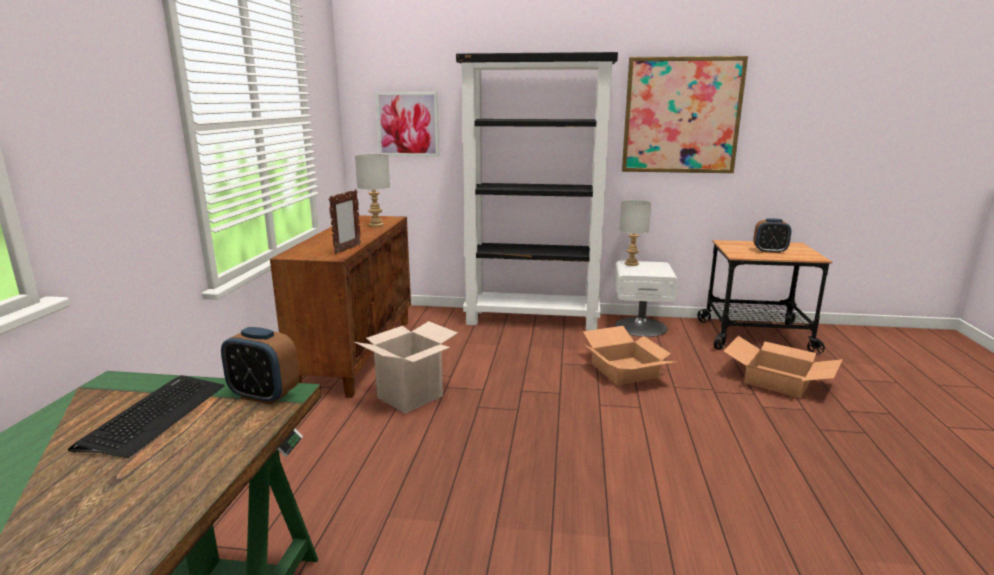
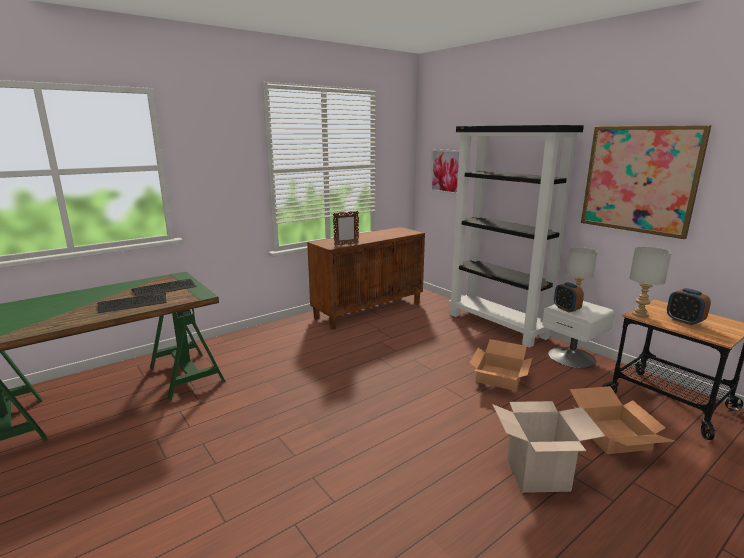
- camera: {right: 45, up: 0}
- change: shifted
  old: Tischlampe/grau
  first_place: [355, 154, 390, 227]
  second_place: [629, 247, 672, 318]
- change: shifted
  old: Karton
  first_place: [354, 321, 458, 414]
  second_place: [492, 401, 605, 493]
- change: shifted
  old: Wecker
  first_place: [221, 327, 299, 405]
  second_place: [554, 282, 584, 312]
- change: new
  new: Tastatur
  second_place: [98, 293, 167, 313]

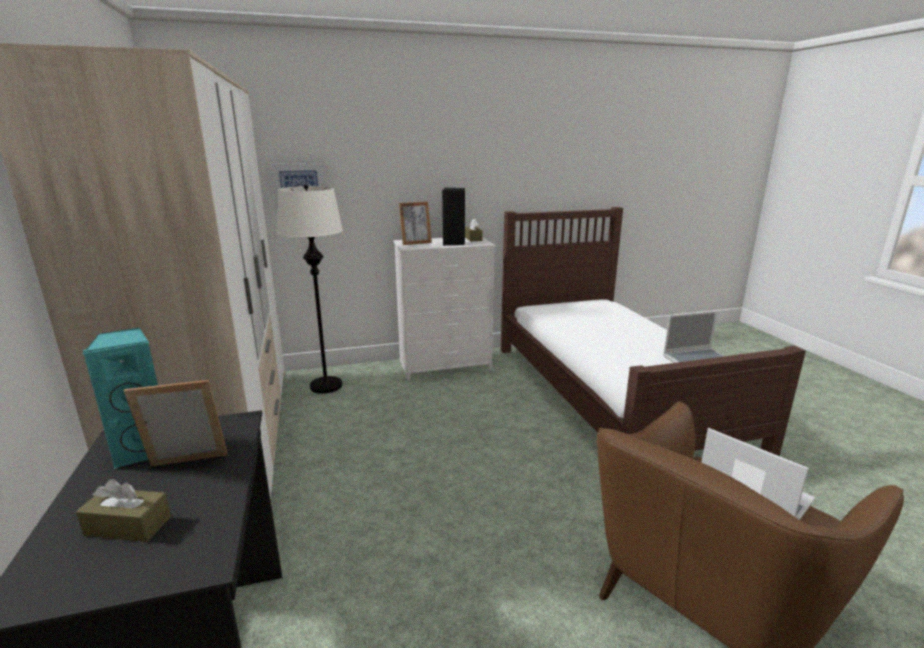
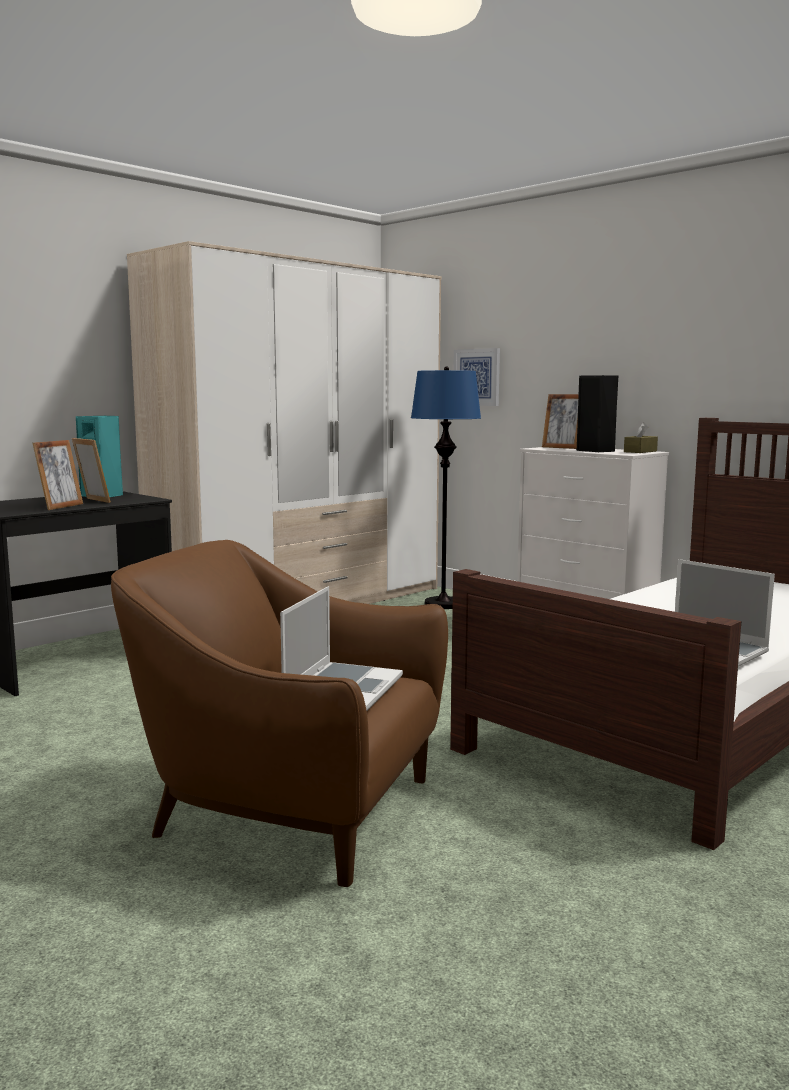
- camera: {right: 60, up: -10}
- change: repainted
  old: Stehlampe/weiß
  new: Stehlampe/blau
  first_place: [277, 184, 343, 394]
  second_place: [411, 367, 481, 609]
- change: gone
  old: Taschentuchbox/braun
  first_place: [76, 479, 171, 542]
- change: new
  new: Bilderrahmen
  second_place: [32, 440, 83, 510]

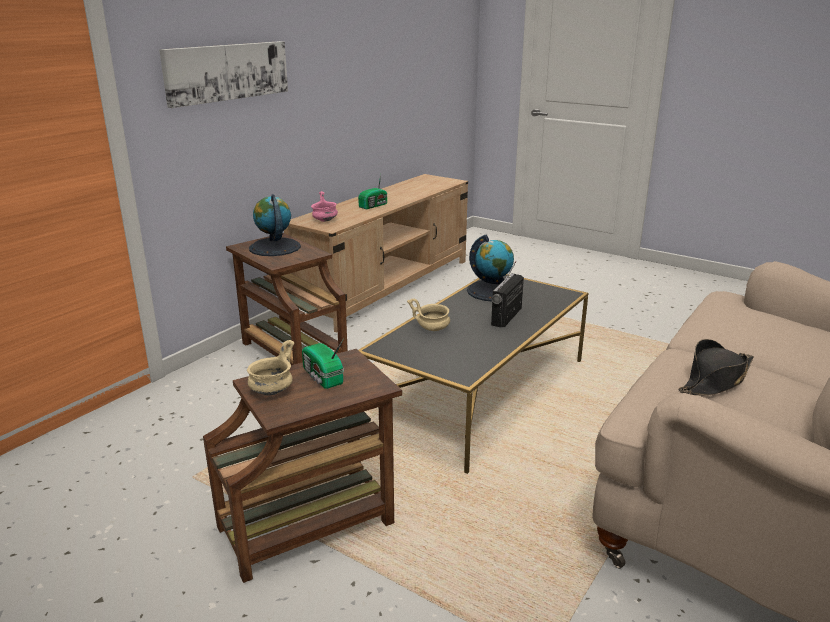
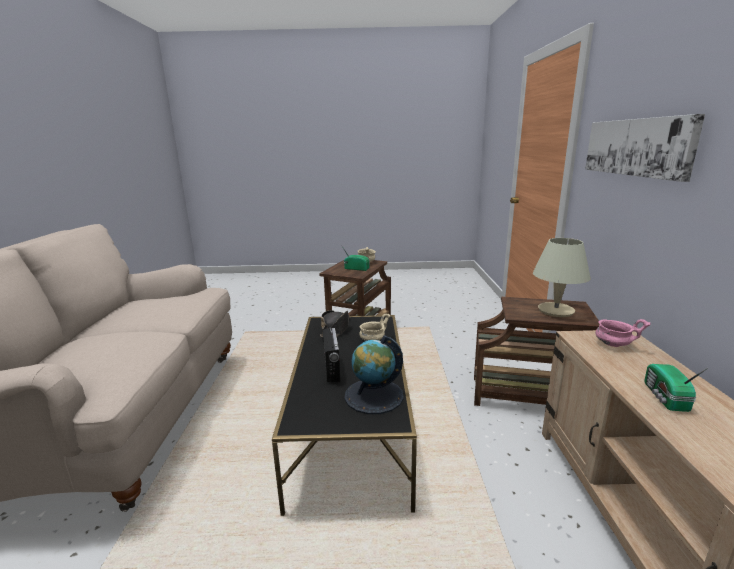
- camera: {right: 145, up: -5}
- change: swapped
  old: Globus
  new: Tischlampe/beige
  first_place: [249, 194, 301, 256]
  second_place: [533, 238, 591, 317]
- change: shifted
  old: Hut/schwarz
  first_place: [678, 339, 754, 396]
  second_place: [320, 310, 349, 337]

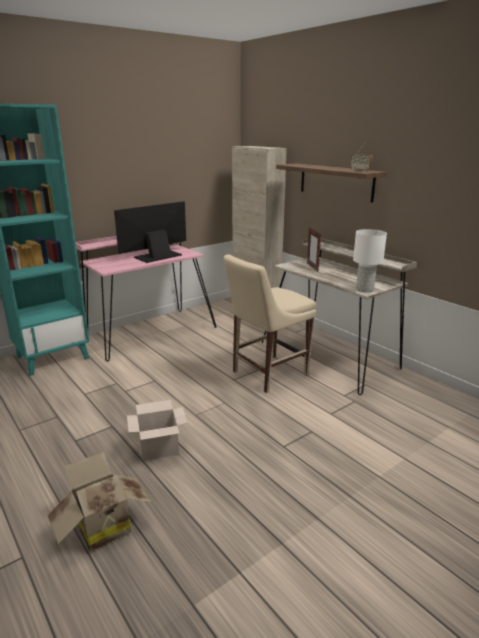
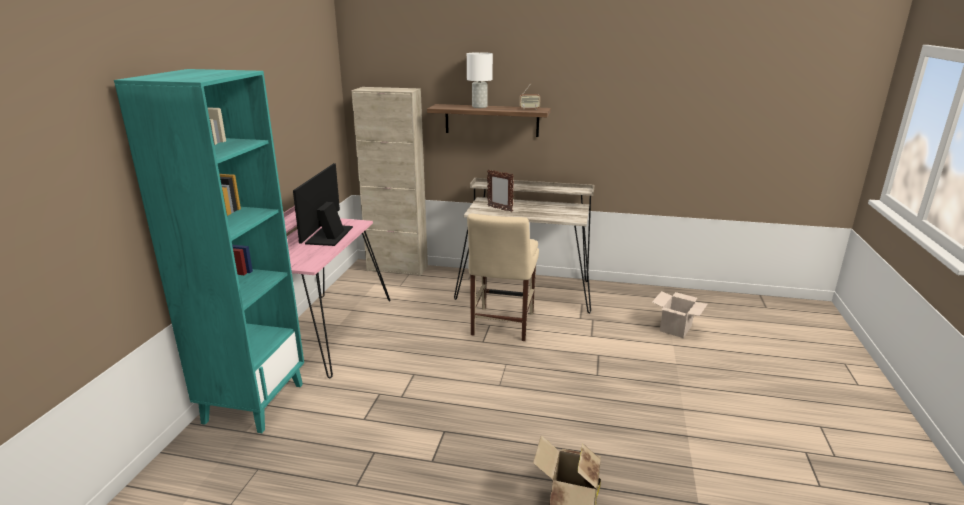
- camera: {right: -40, up: 0}
- change: shifted
  old: Tischlampe/weiß
  first_place: [353, 229, 387, 292]
  second_place: [467, 52, 493, 108]
- change: shifted
  old: Karton
  first_place: [127, 400, 187, 461]
  second_place: [652, 291, 707, 338]

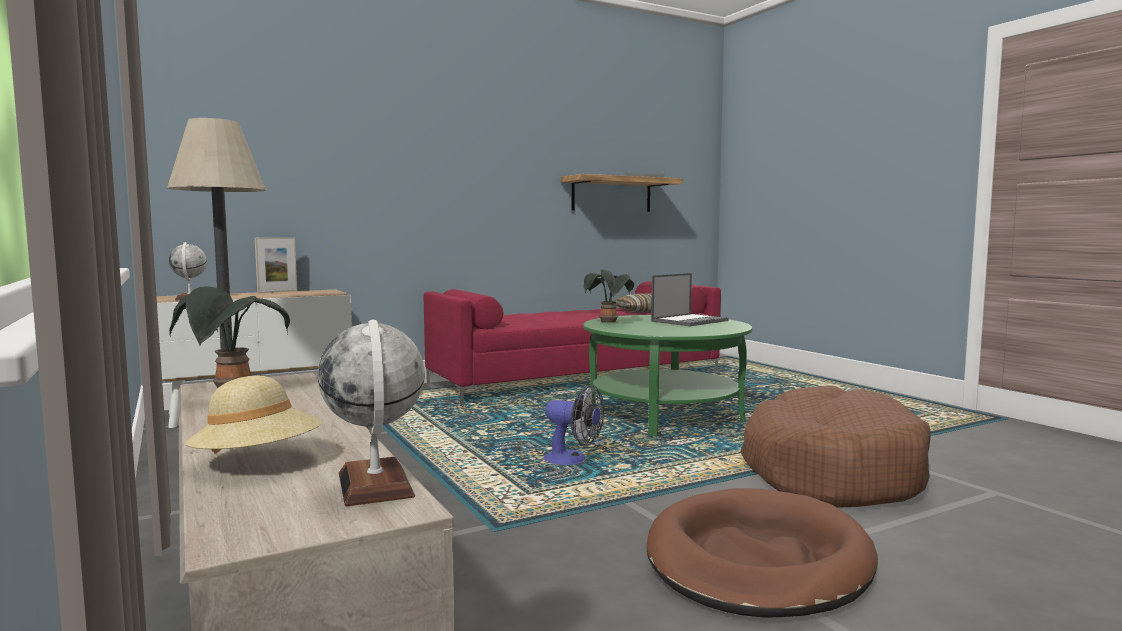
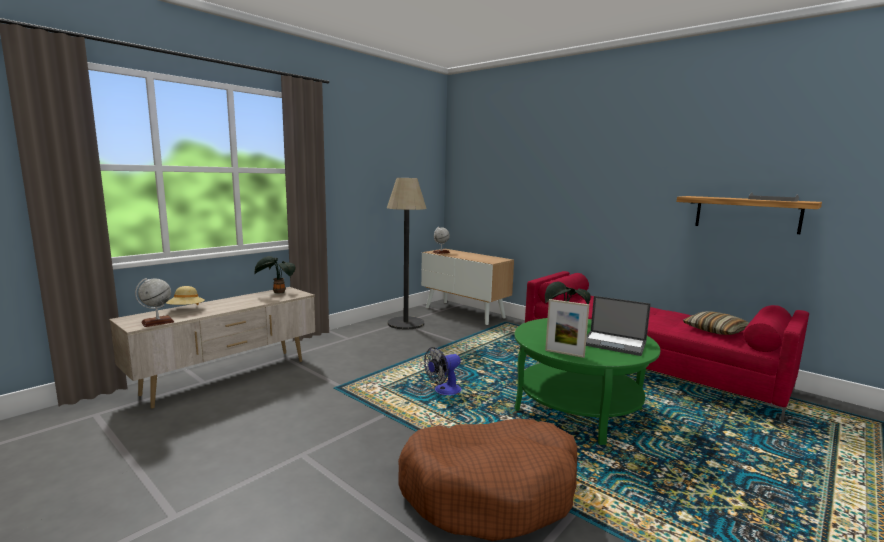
- camera: {right: 70, up: 5}
- change: shifted
  old: Bilderrahmen
  first_place: [255, 237, 297, 293]
  second_place: [545, 299, 589, 358]
- change: rotated
  old: Ventilator
  first_place: [543, 385, 604, 465]
  second_place: [424, 347, 461, 395]
  degrees: 45
- change: gone
  old: Hundebett/braun
  first_place: [646, 488, 878, 618]

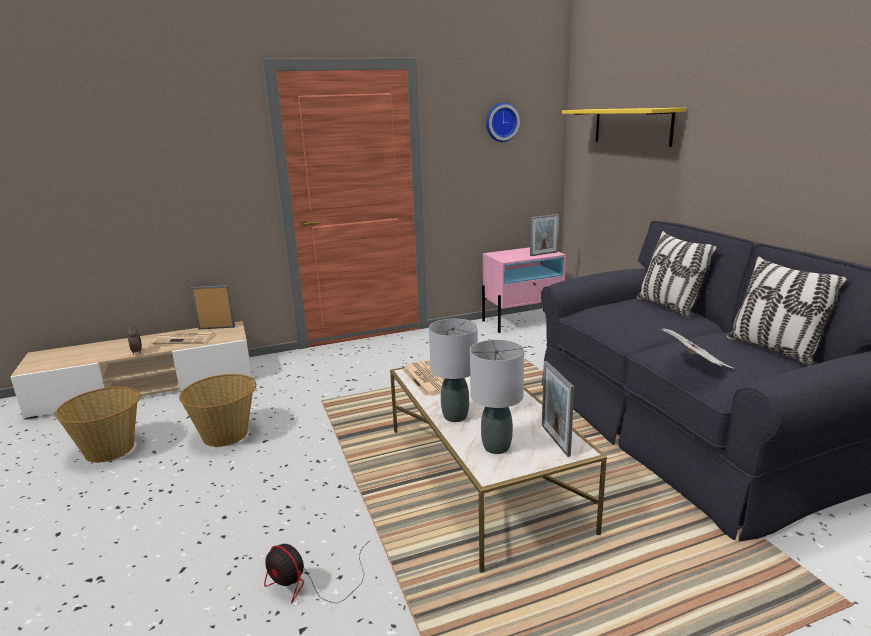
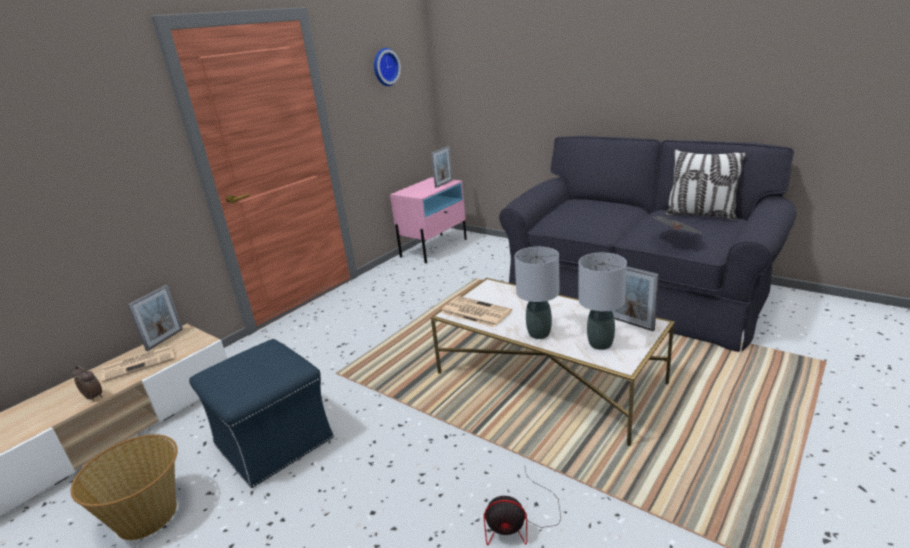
- camera: {right: -30, up: 5}
- change: gone
  old: Wandregal/gelb
  first_place: [562, 108, 686, 147]
- change: gone
  old: Kissen
  first_place: [637, 231, 718, 318]
- change: rotated
  old: Bilderrahmen
  first_place: [191, 285, 235, 330]
  second_place: [128, 285, 183, 351]
  degrees: 150
- change: swapped
  old: Korb
  new: Polsterhocker/blau
  first_place: [179, 374, 256, 447]
  second_place: [189, 339, 334, 488]

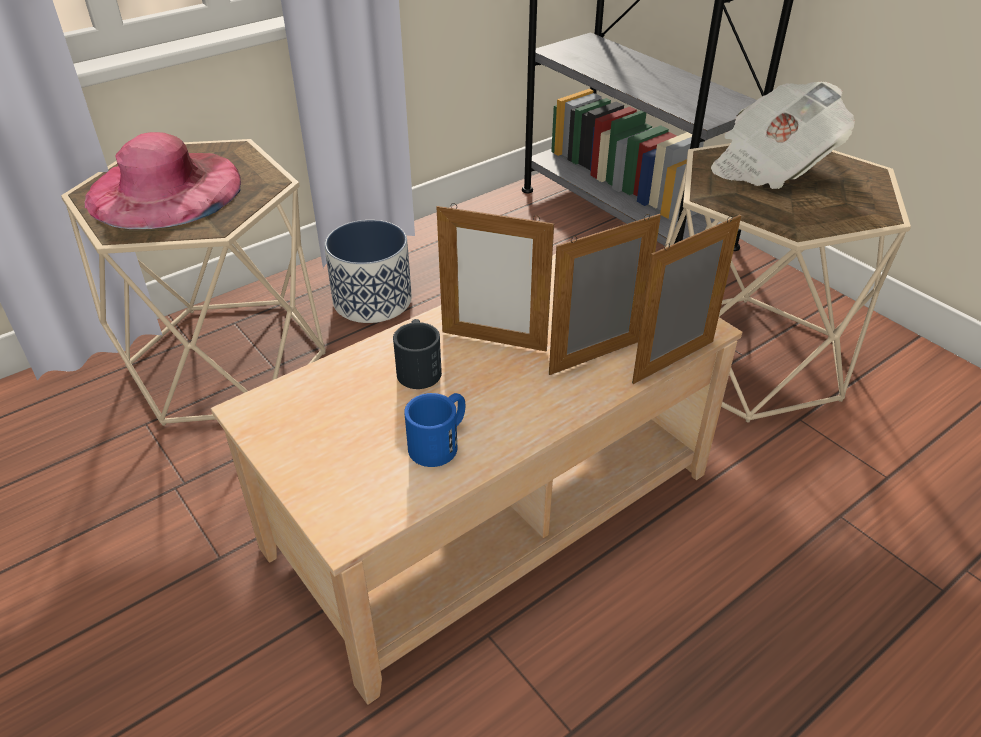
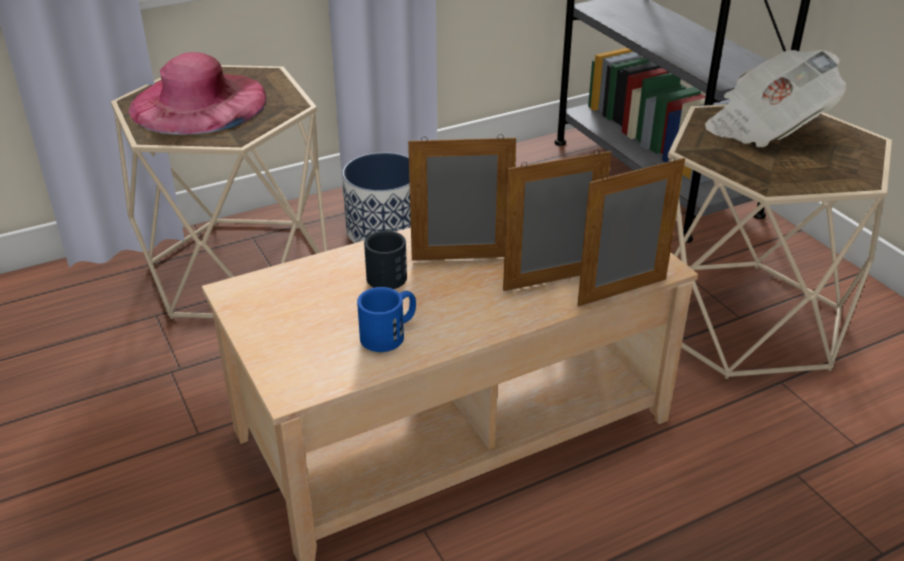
- camera: {right: 10, up: -5}
- change: rotated
  old: Bilderrahmen
  first_place: [436, 203, 554, 352]
  second_place: [408, 134, 516, 261]
  degrees: 150

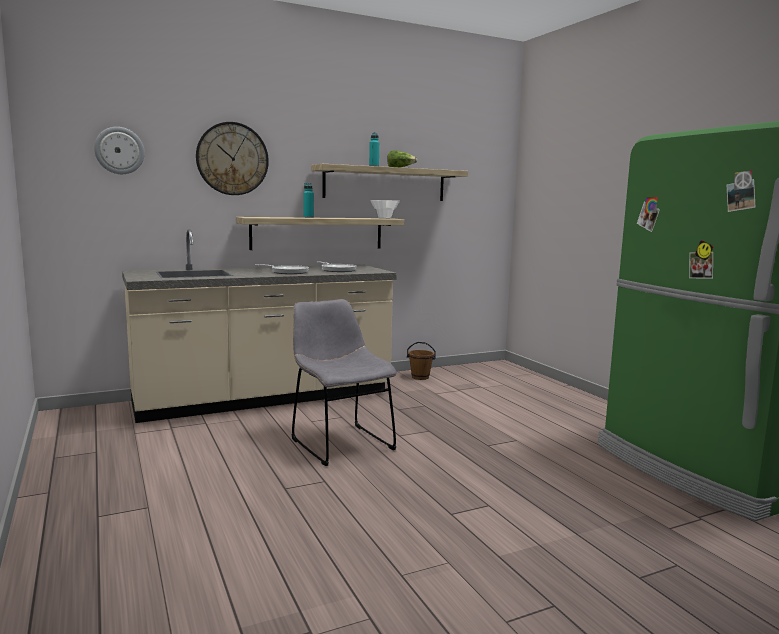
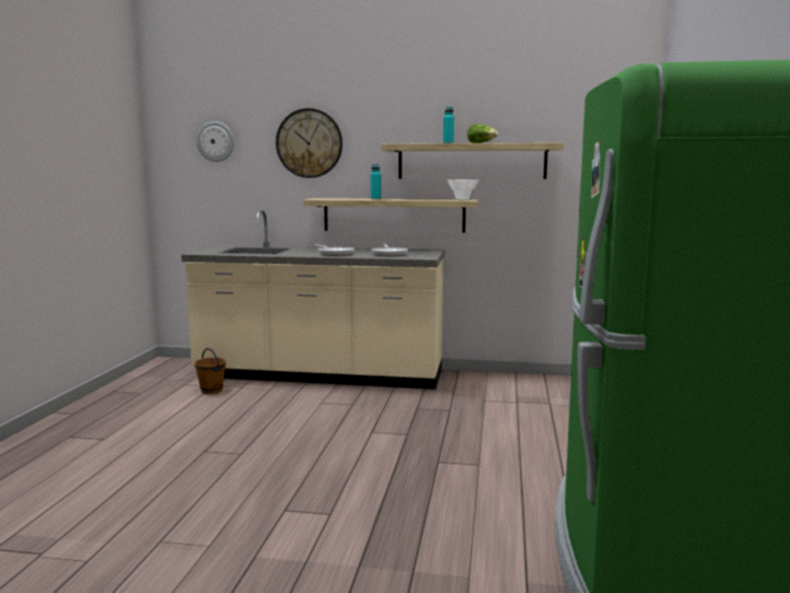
- camera: {right: 35, up: 0}
- change: gone
  old: Stuhl/grau
  first_place: [292, 299, 397, 466]
- change: shifted
  old: Eimer/braun
  first_place: [407, 342, 436, 380]
  second_place: [195, 348, 226, 394]

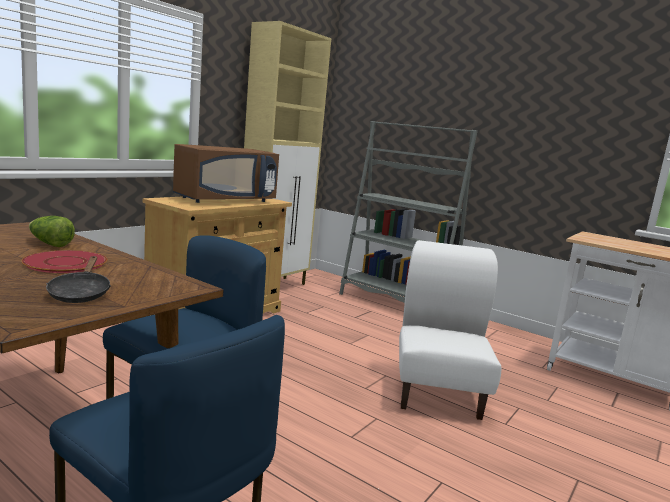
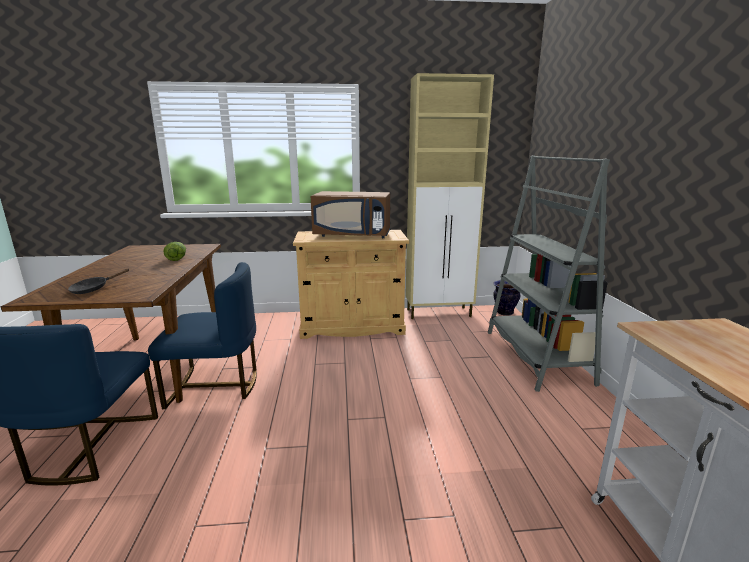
- camera: {right: 50, up: 5}
- change: gone
  old: Stuhl/weiß
  first_place: [399, 240, 502, 420]
- change: gone
  old: Teller/rot
  first_place: [21, 250, 107, 273]
- change: new
  new: Vase
  second_place: [493, 280, 521, 316]

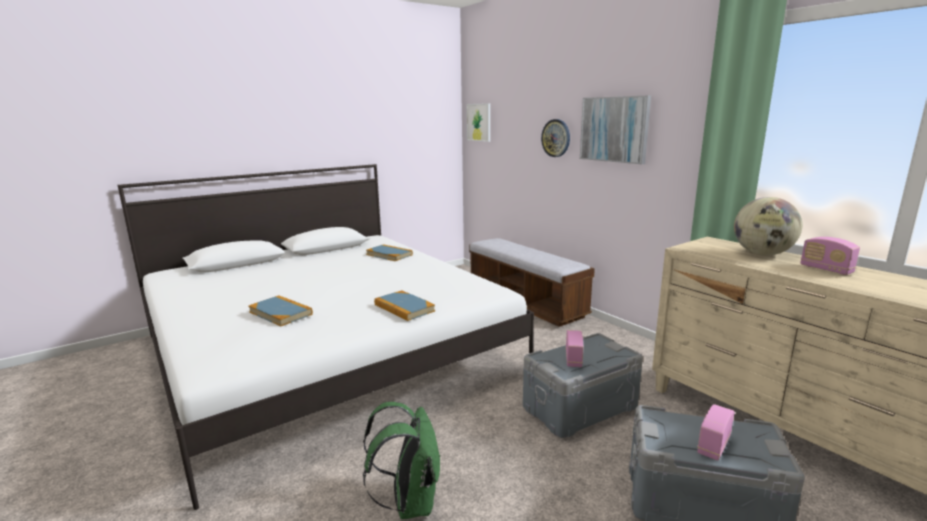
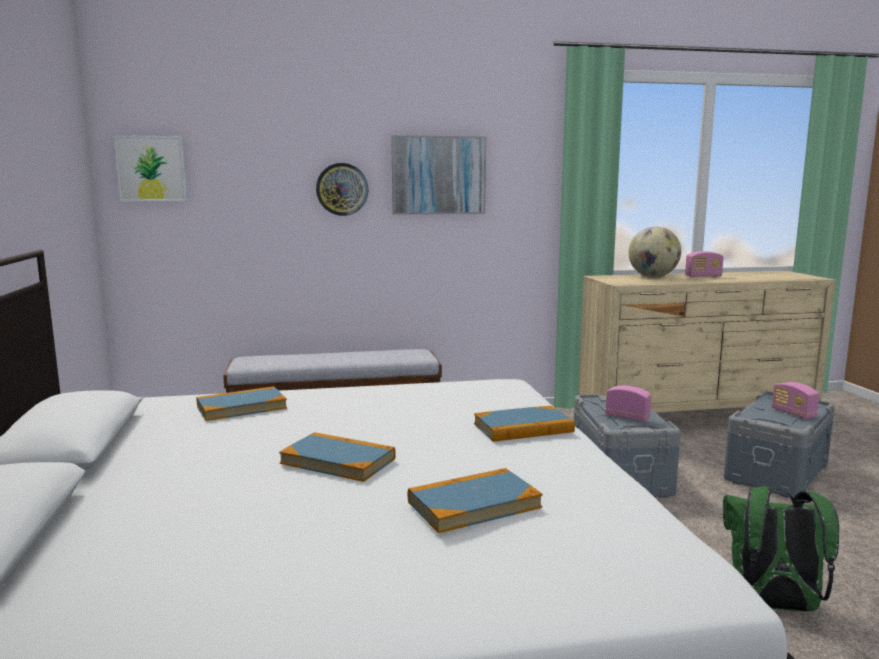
- camera: {right: -65, up: -5}
- change: new
  new: Buch
  second_place: [279, 432, 396, 482]

